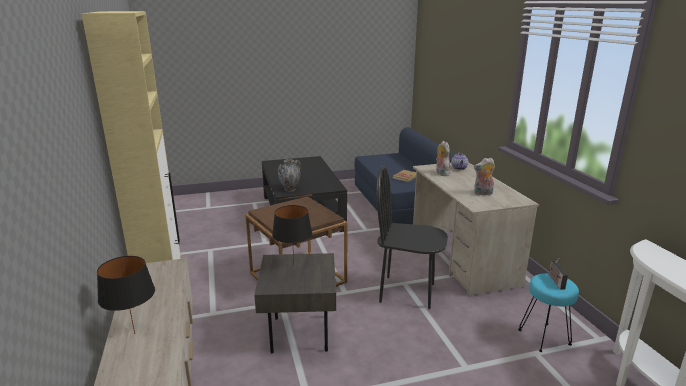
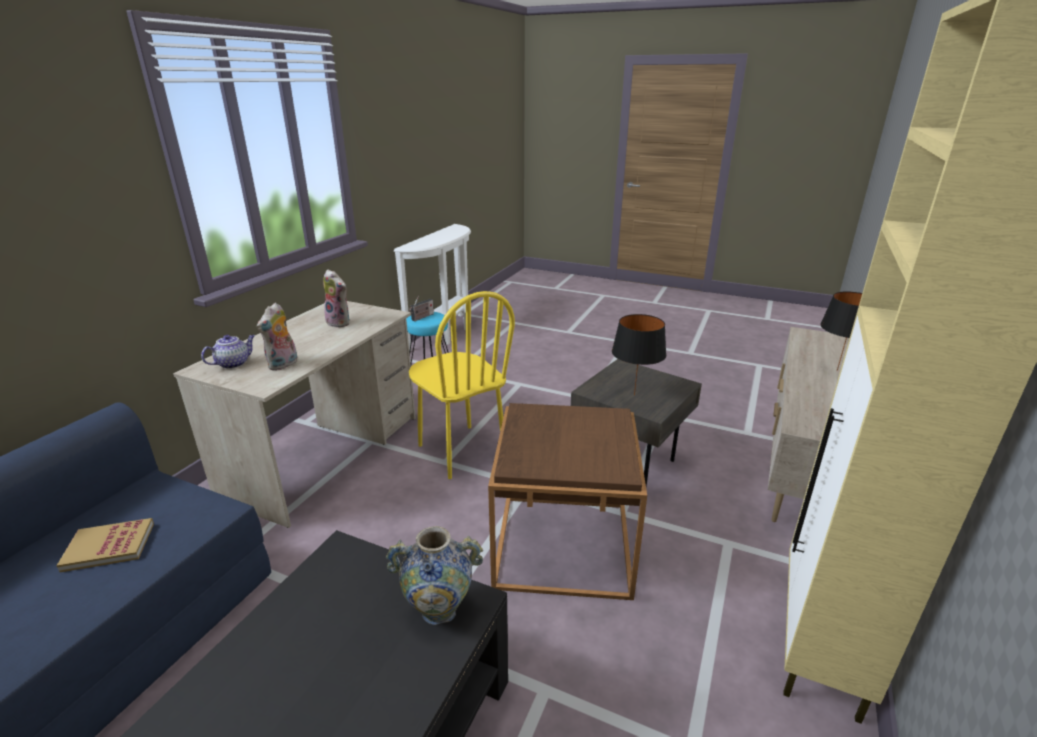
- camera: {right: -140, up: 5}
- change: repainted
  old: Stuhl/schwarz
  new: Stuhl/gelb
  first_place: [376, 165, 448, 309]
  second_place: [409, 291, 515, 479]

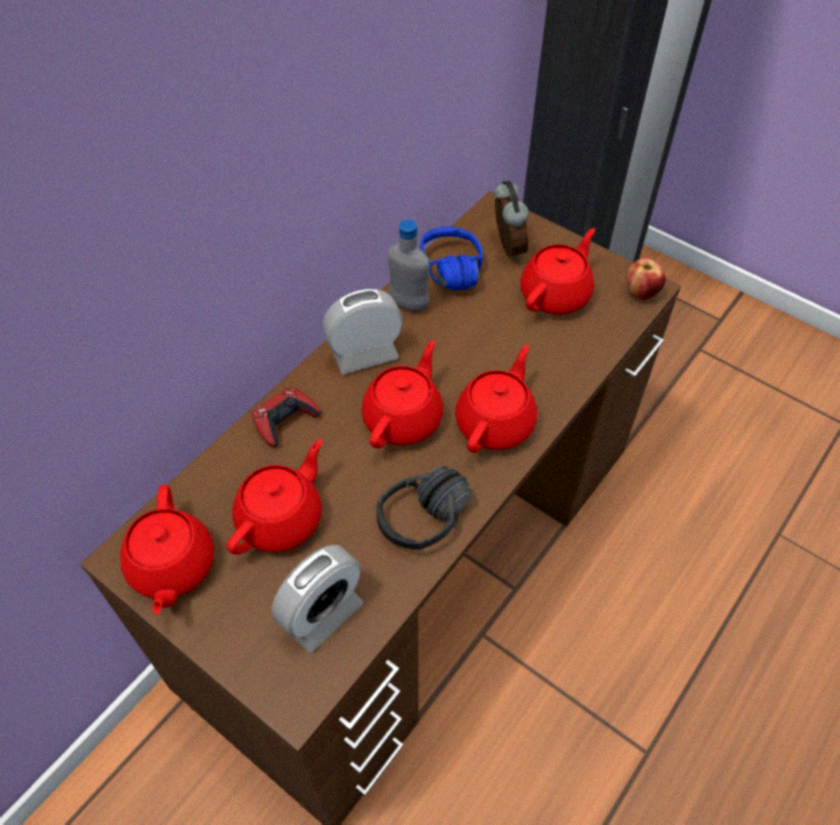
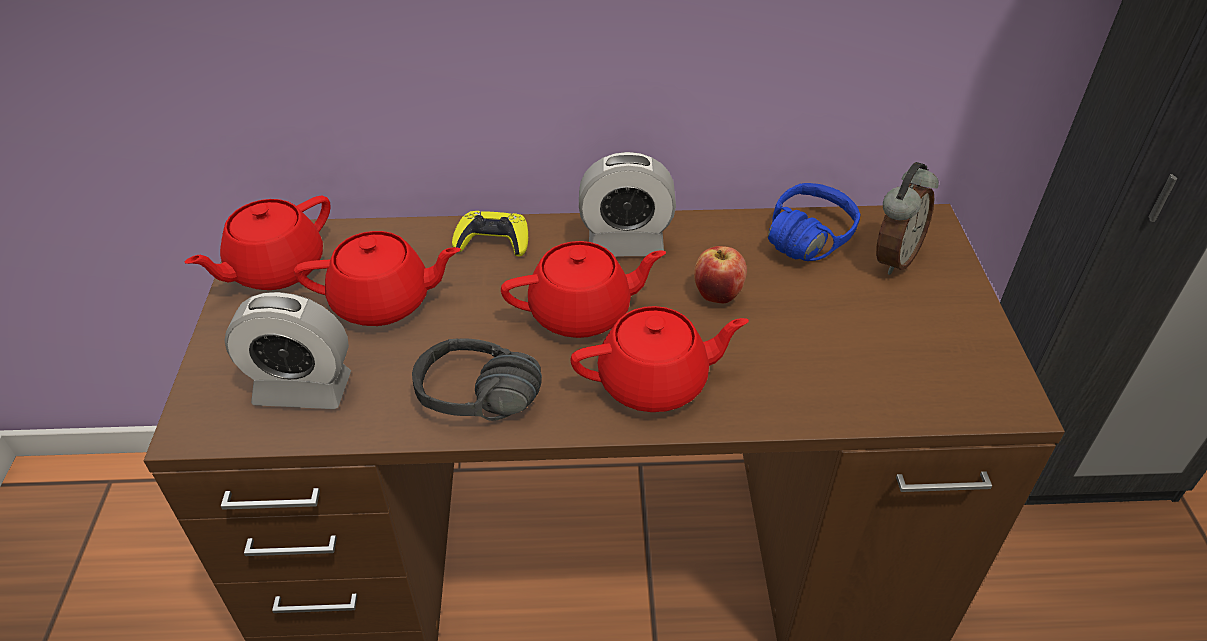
- camera: {right: 50, up: -10}
- change: gone
  old: Flasche/grau
  first_place: [388, 219, 430, 312]
- change: gone
  old: Teekanne/rot
  first_place: [520, 228, 595, 314]
- change: shifted
  old: Apfel
  first_place: [626, 258, 666, 301]
  second_place: [694, 246, 747, 304]
- change: rotated
  old: Wecker
  first_place: [322, 289, 403, 374]
  second_place: [579, 152, 676, 256]
  degrees: 150
- change: repainted
  old: Gamepad/rot
  new: Gamepad/gelb
  first_place: [252, 387, 320, 447]
  second_place: [452, 211, 528, 257]

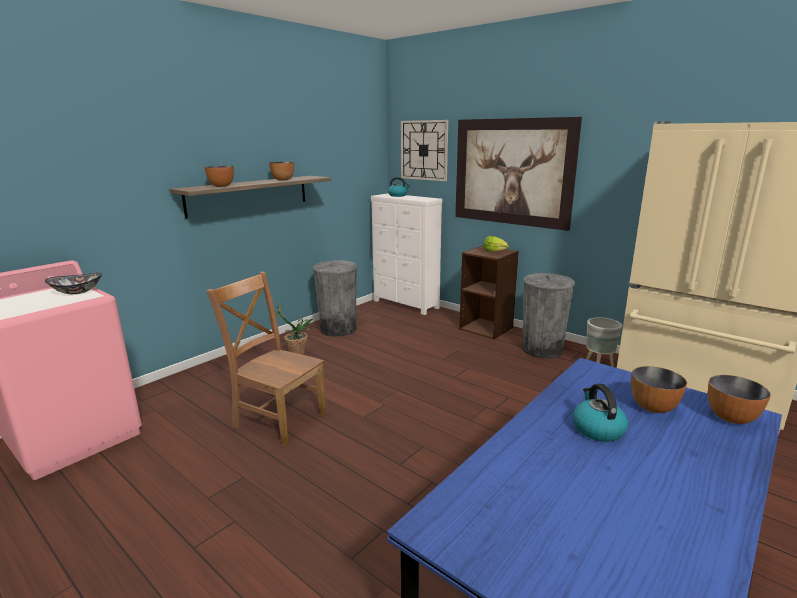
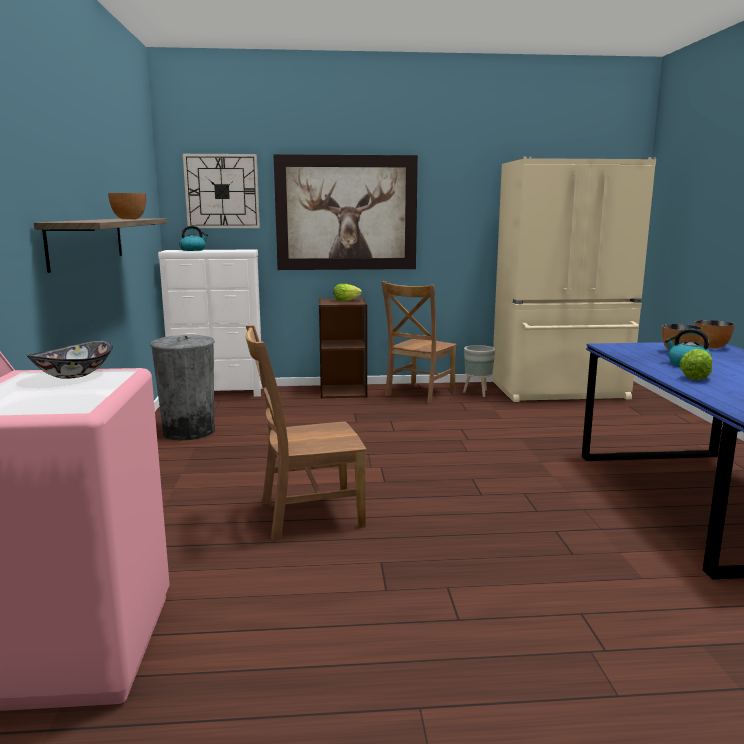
- camera: {right: -45, up: -5}
- change: gone
  old: Schüssel
  first_place: [205, 166, 234, 187]
- change: swapped
  old: Mülleimer/grau
  new: Stuhl/braun
  first_place: [522, 273, 575, 359]
  second_place: [381, 281, 457, 404]
- change: gone
  old: Topfpflanze
  first_place: [269, 304, 316, 355]
- change: new
  new: Salatkopf
  second_place: [679, 349, 712, 380]

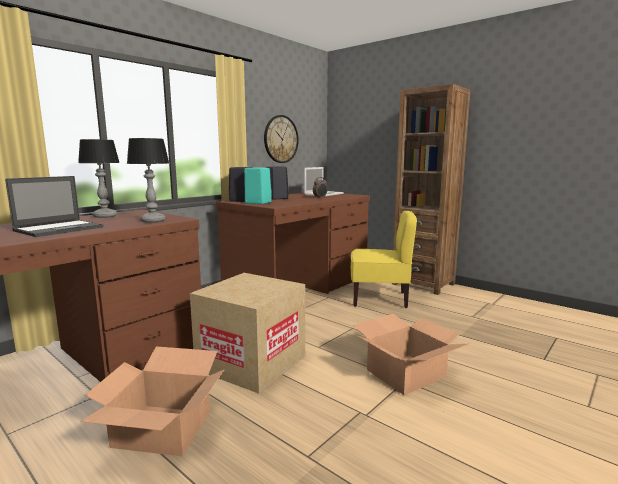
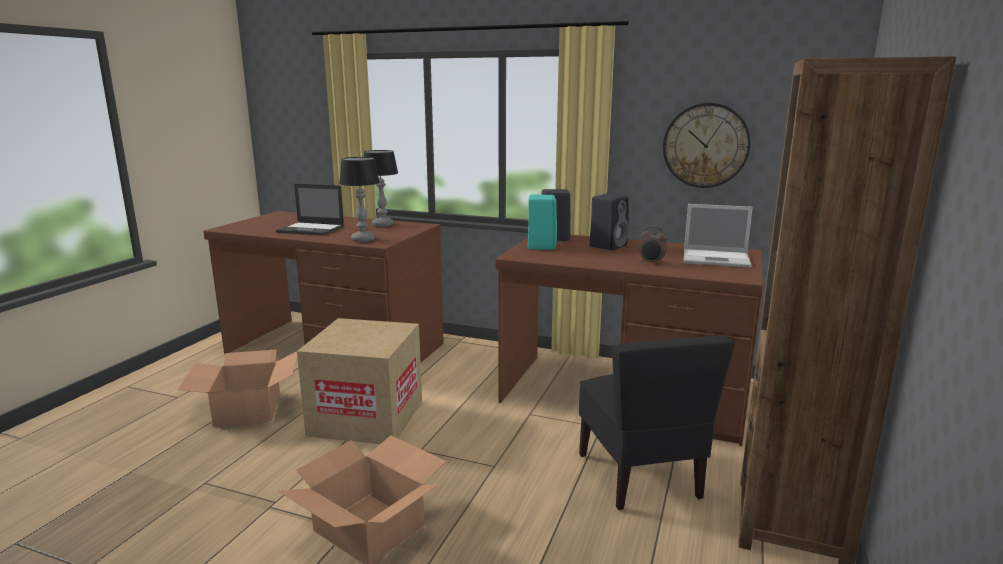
- camera: {right: 70, up: 5}
- change: repainted
  old: Stuhl/gelb
  new: Stuhl/schwarz
  first_place: [351, 211, 417, 308]
  second_place: [579, 336, 735, 510]

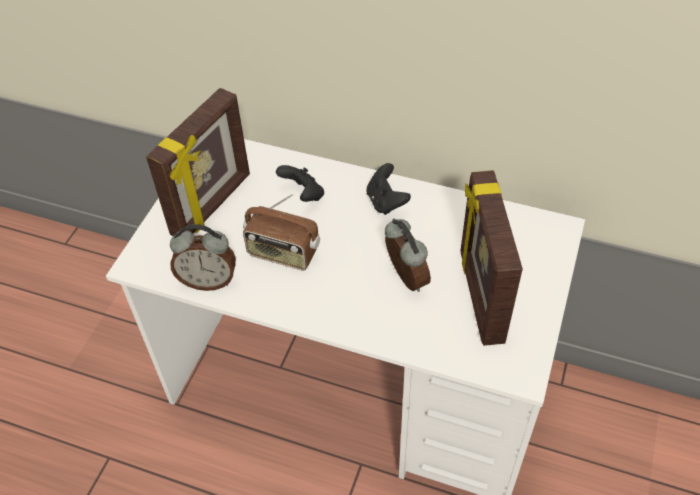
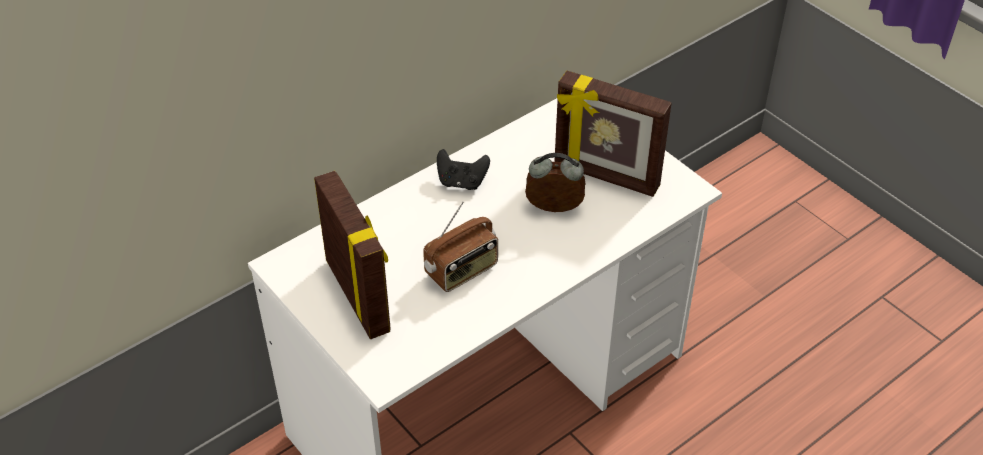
- camera: {right: -60, up: -5}
- change: gone
  old: Gamepad/schwarz
  first_place: [276, 165, 324, 202]
- change: gone
  old: Wecker
  first_place: [170, 224, 236, 291]

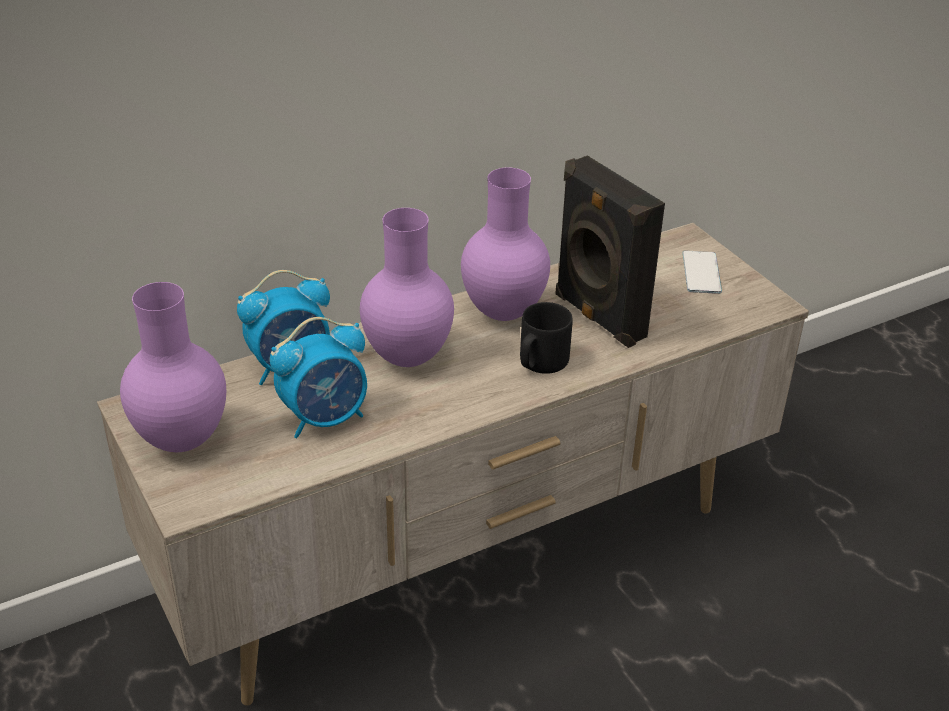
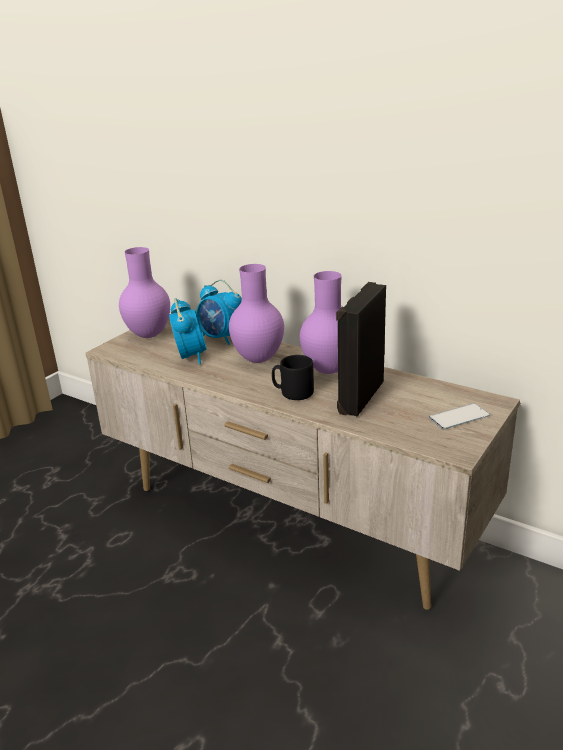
- camera: {right: 65, up: -10}
- change: rotated
  old: Wecker
  first_place: [270, 317, 367, 438]
  second_place: [169, 298, 207, 364]
  degrees: -135

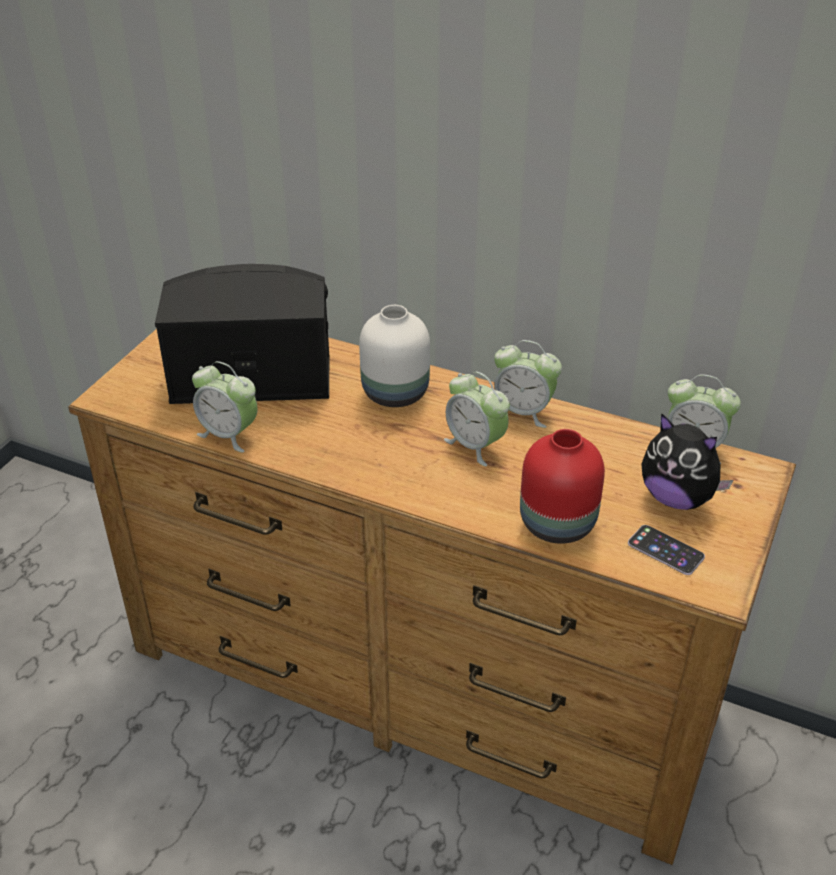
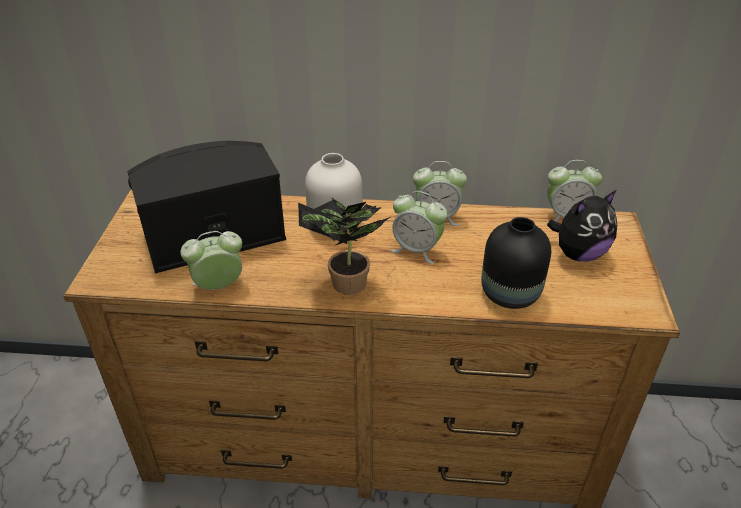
- camera: {right: -20, up: 0}
- change: rotated
  old: Wecker
  first_place: [192, 361, 258, 452]
  second_place: [180, 231, 242, 290]
  degrees: 150
- change: rotated
  old: Plüschtier
  first_place: [642, 413, 733, 510]
  second_place: [547, 190, 617, 262]
  degrees: -45
- change: repainted
  old: Vase/rot
  new: Vase/schwarz
  first_place: [520, 429, 605, 544]
  second_place: [481, 217, 551, 309]
- change: gone
  old: Handy
  first_place: [628, 525, 705, 575]
- change: new
  new: Topfpflanze
  second_place: [298, 197, 390, 295]

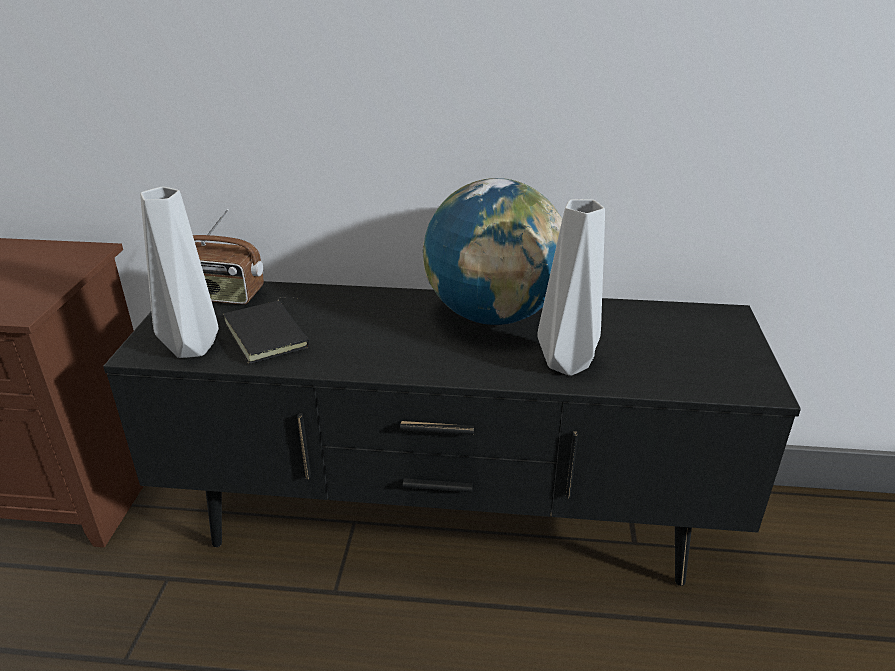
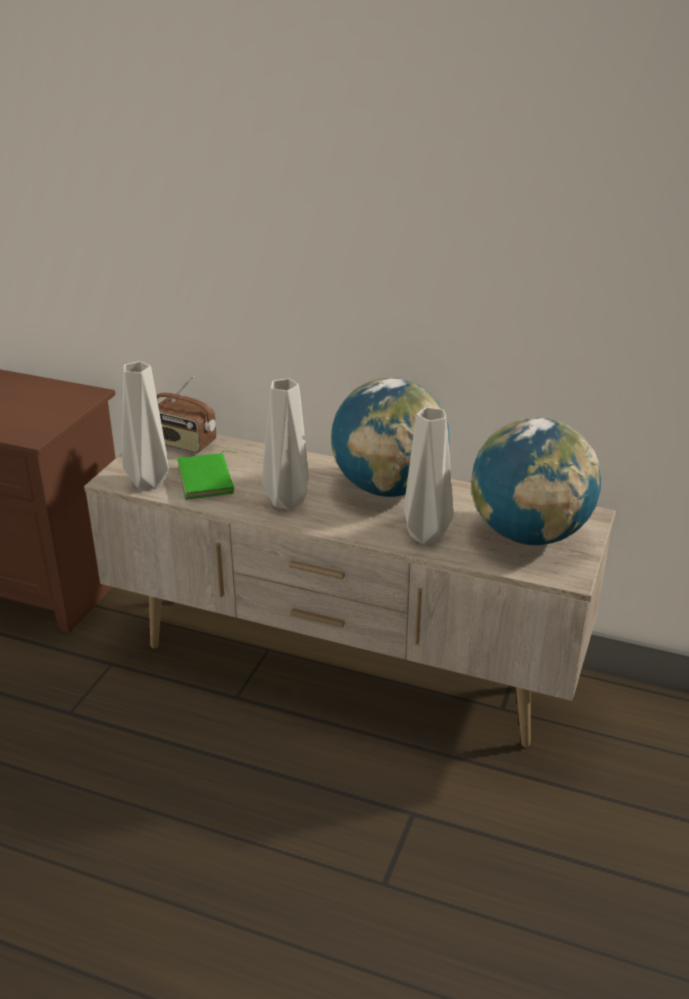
- camera: {right: 15, up: 0}
- change: repainted
  old: Fernsehschrank/schwarz
  new: Fernsehschrank/beige
  first_place: [103, 281, 801, 586]
  second_place: [84, 434, 616, 747]
- change: repainted
  old: Buch/schwarz
  new: Buch/grün
  first_place: [223, 297, 309, 364]
  second_place: [177, 451, 237, 500]
- change: new
  new: Vase/grau
  second_place: [262, 379, 309, 510]
- change: new
  new: Globus
  second_place: [470, 418, 601, 545]

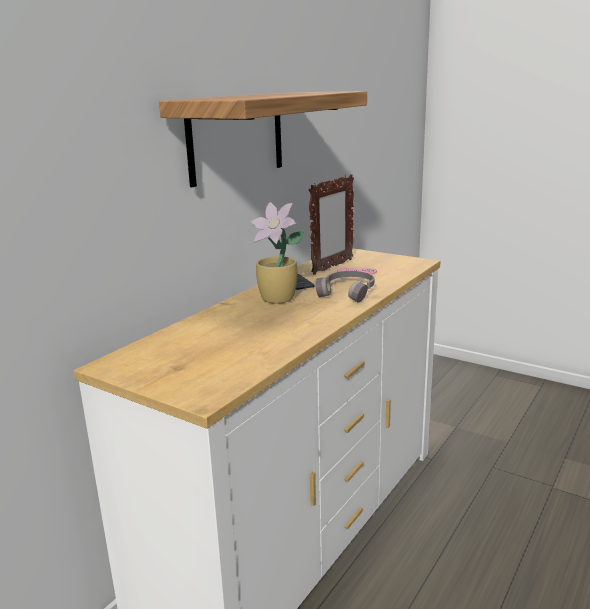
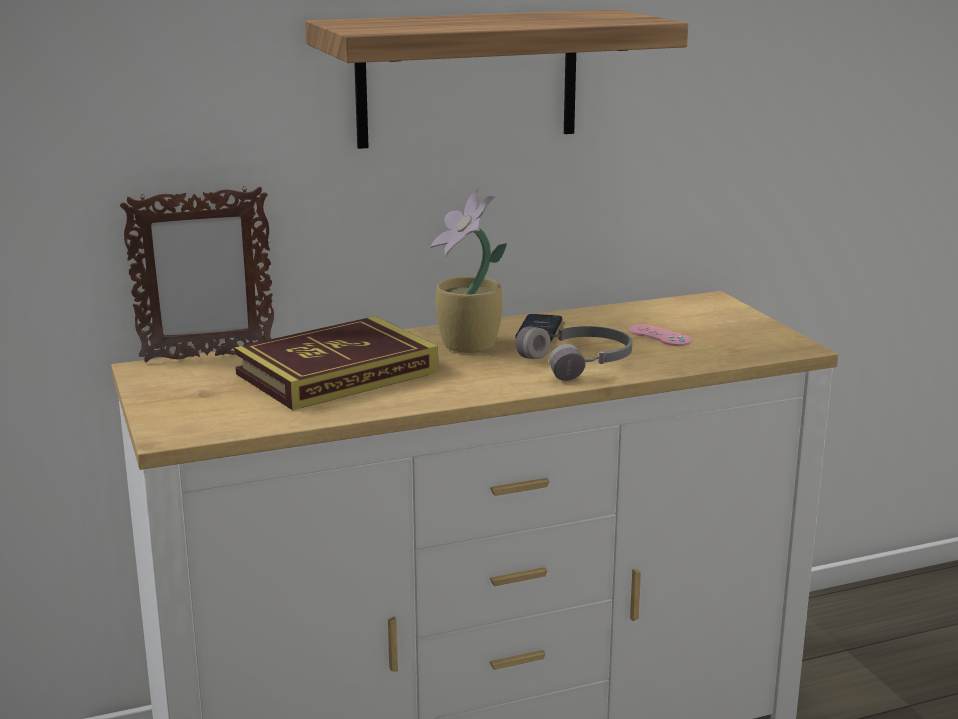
- camera: {right: 35, up: 0}
- change: shifted
  old: Bilderrahmen
  first_place: [309, 174, 354, 275]
  second_place: [120, 187, 274, 362]
- change: new
  new: Buch
  second_place: [234, 316, 438, 410]

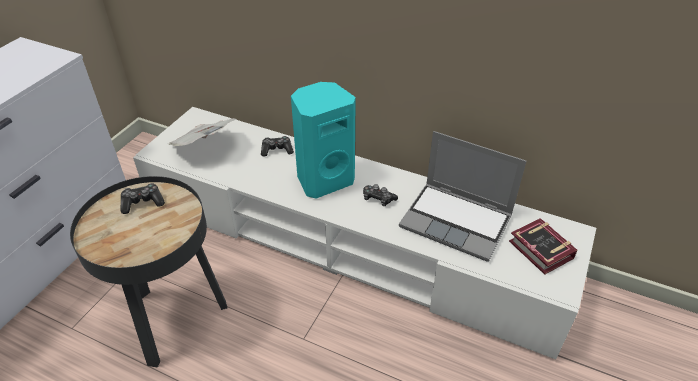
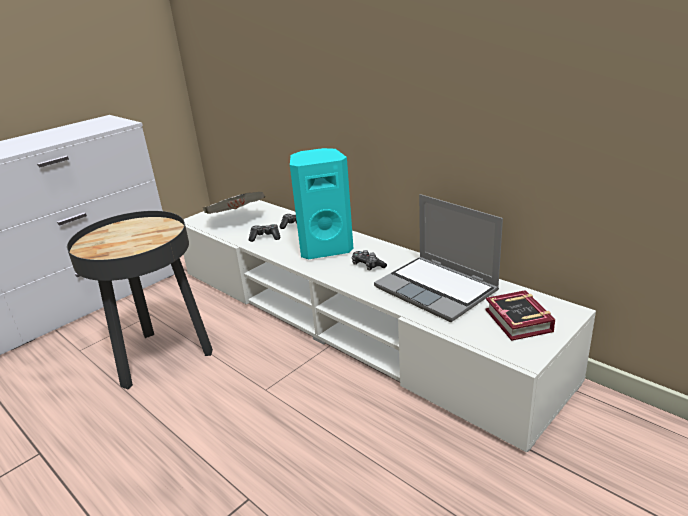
- camera: {right: 20, up: -15}
- change: shifted
  old: Gamepad
  first_place: [121, 183, 165, 214]
  second_place: [249, 224, 280, 242]

